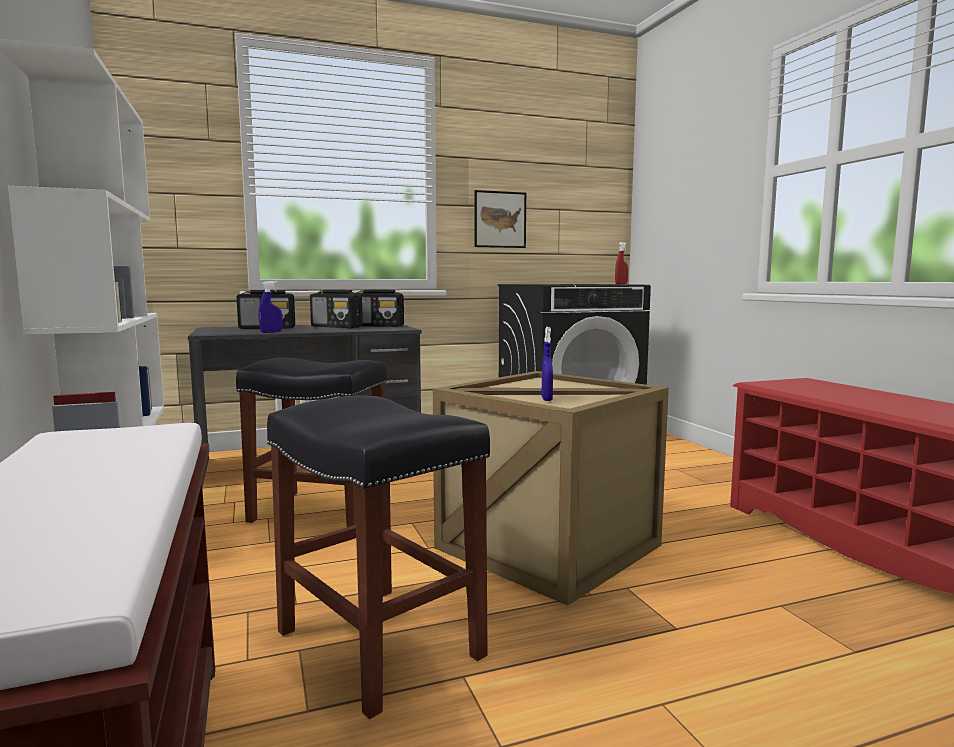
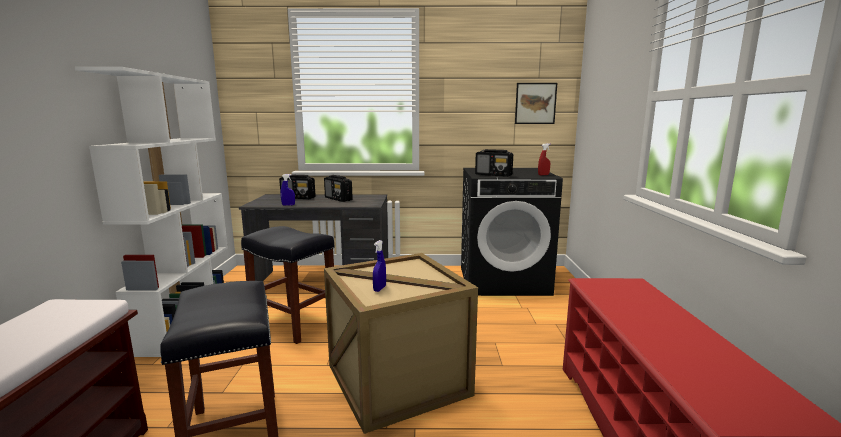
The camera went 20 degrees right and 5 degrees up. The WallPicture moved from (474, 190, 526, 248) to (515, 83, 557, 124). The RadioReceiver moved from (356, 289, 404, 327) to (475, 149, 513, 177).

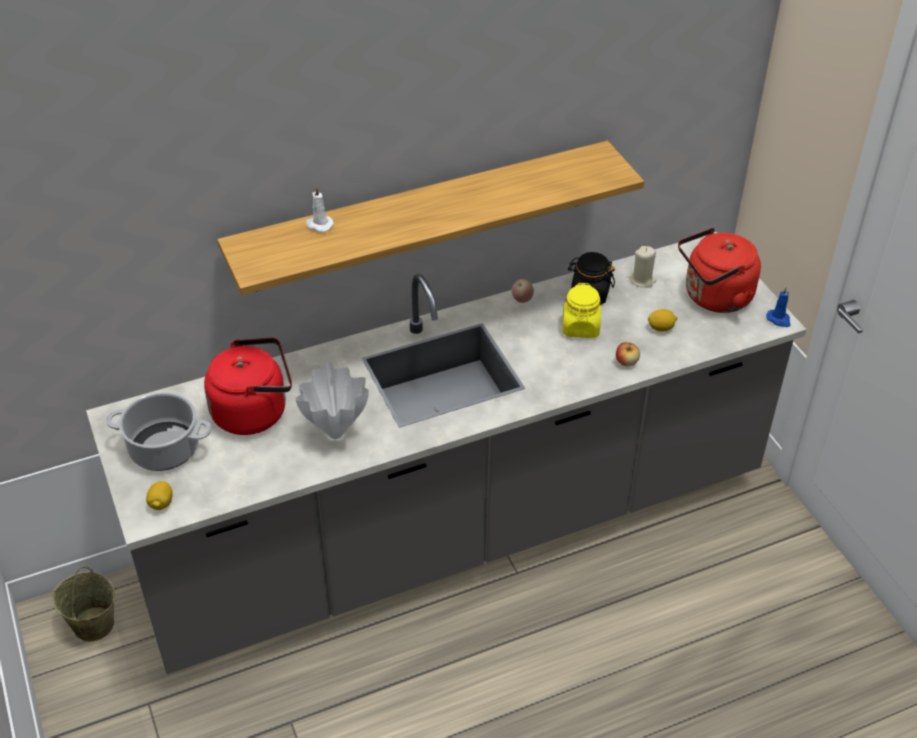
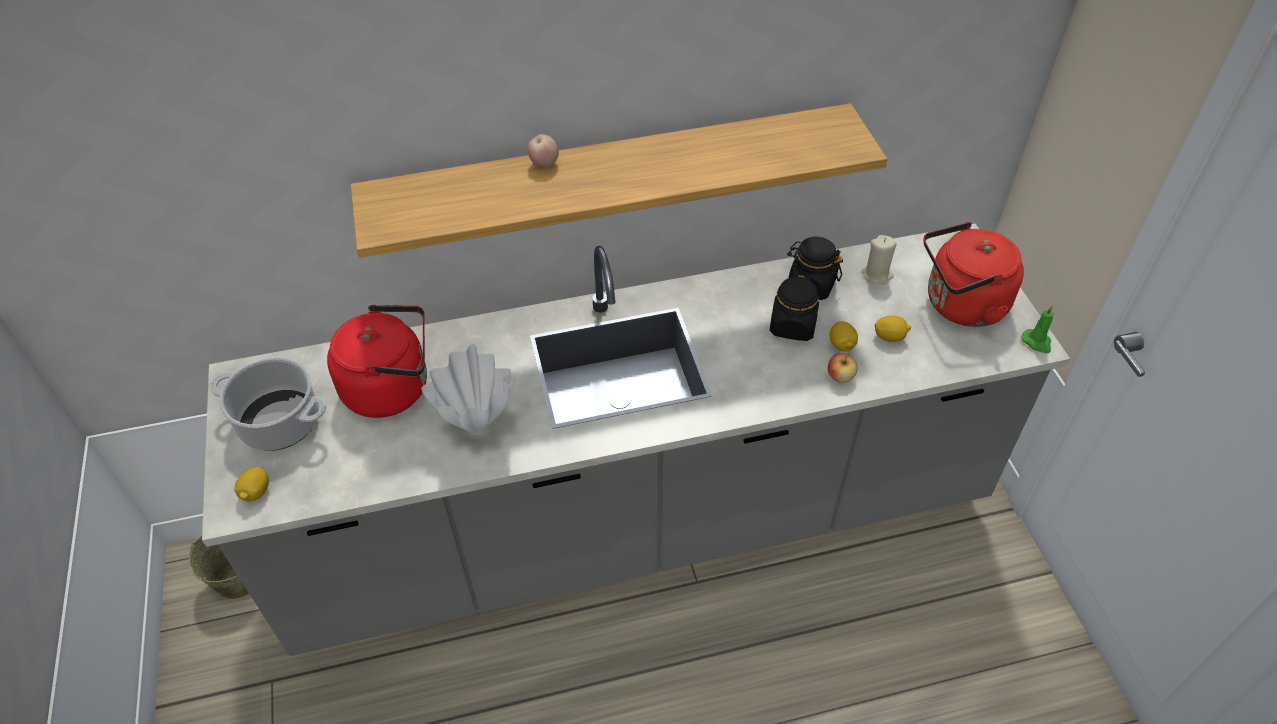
The camera went 10 degrees right and 5 degrees up. The WhitishCandle at (305, 186, 334, 232) disappeared. The WholeApple moved from (512, 279, 534, 303) to (528, 134, 559, 168). The YellowStorageJar at (563, 283, 601, 338) became the BlackColouredStorageJar at (770, 274, 819, 341). The BluishCandle at (766, 287, 790, 327) became the GreenishCandle at (1022, 306, 1054, 353). The WholeLemon at (829, 321, 858, 351) appeared.

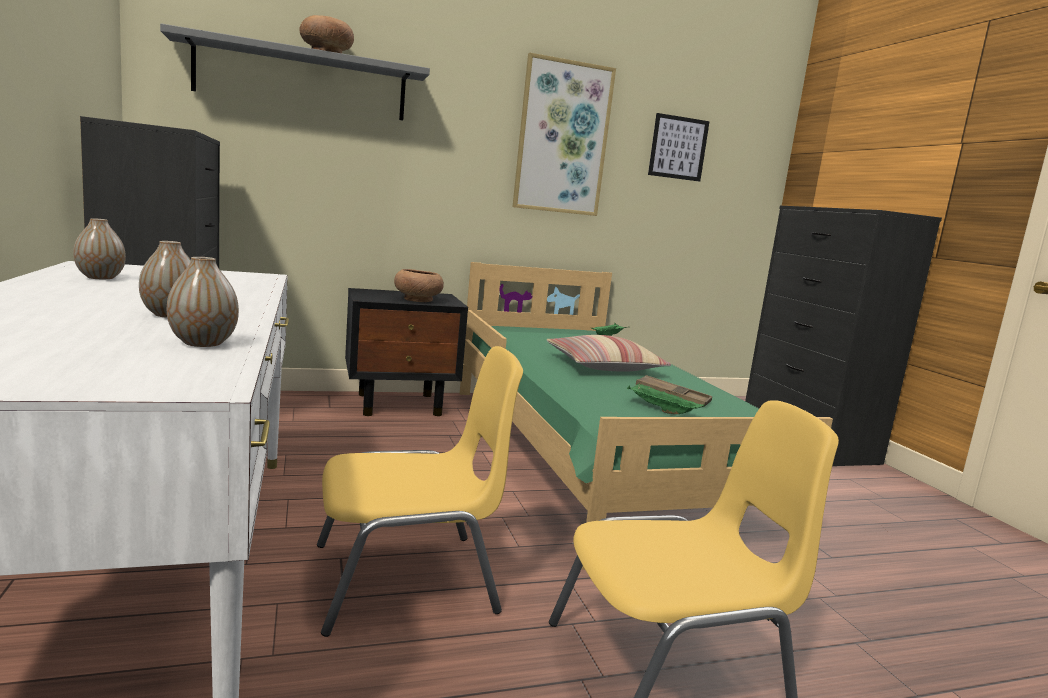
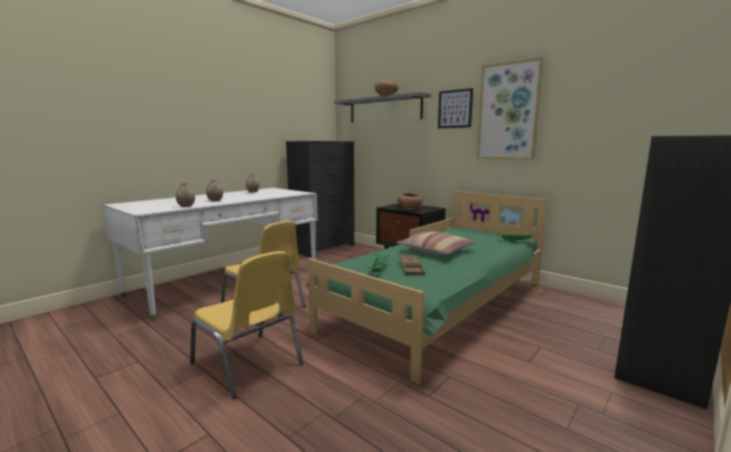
The camera went 60 degrees right and 0 degrees up. The WallPicture moved from (648, 113, 710, 181) to (438, 88, 473, 128).

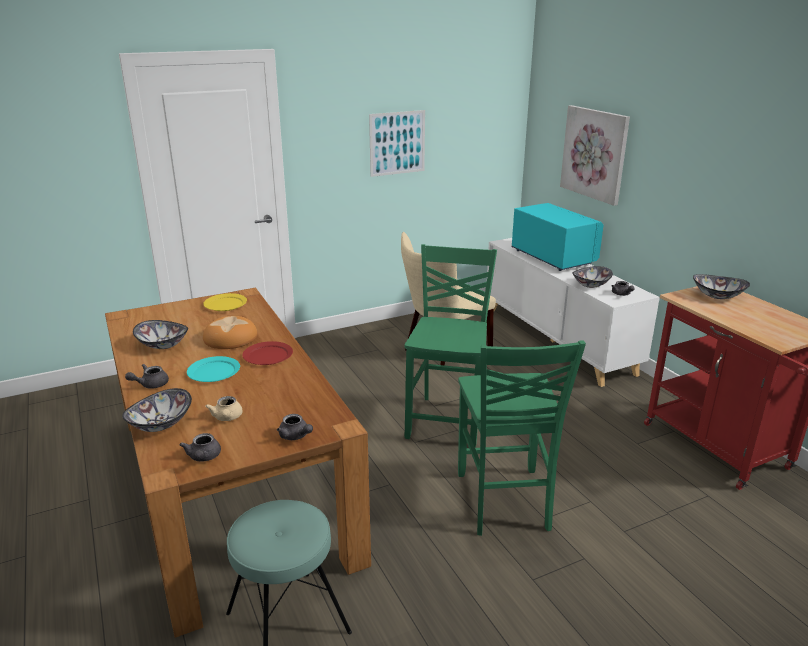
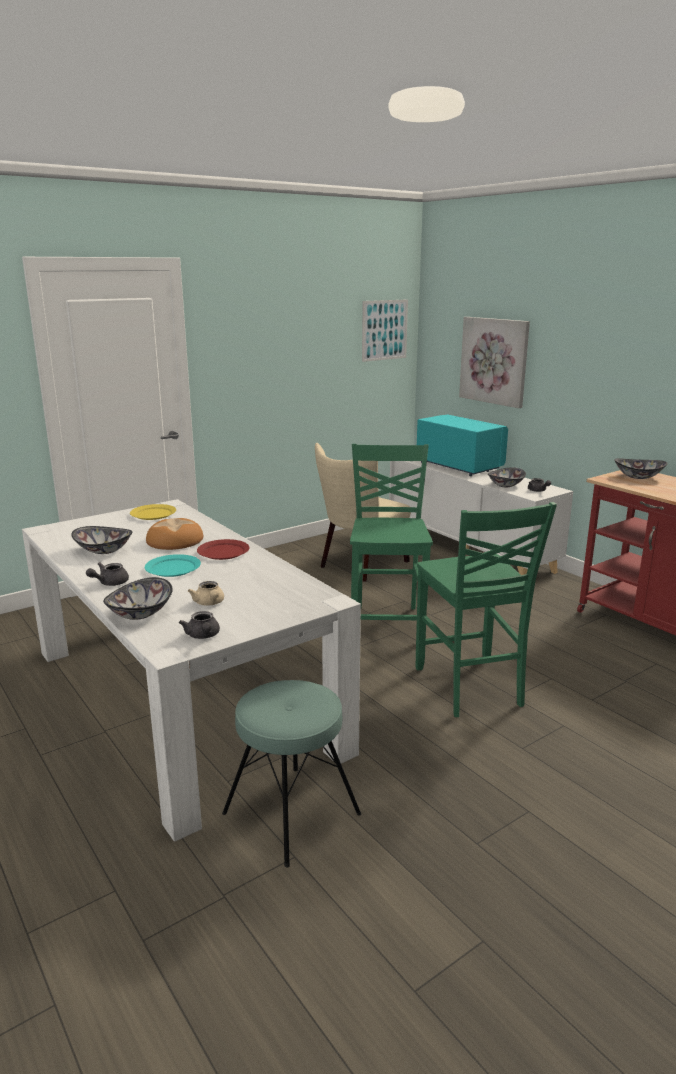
The camera went 10 degrees left and 5 degrees down. The WallPicture moved from (369, 110, 425, 177) to (362, 299, 408, 362). The BrownishKitchenTable at (105, 288, 371, 638) became the WhitishKitchenTable at (22, 499, 361, 842). The GreyishTeapot at (277, 414, 313, 440) disappeared.

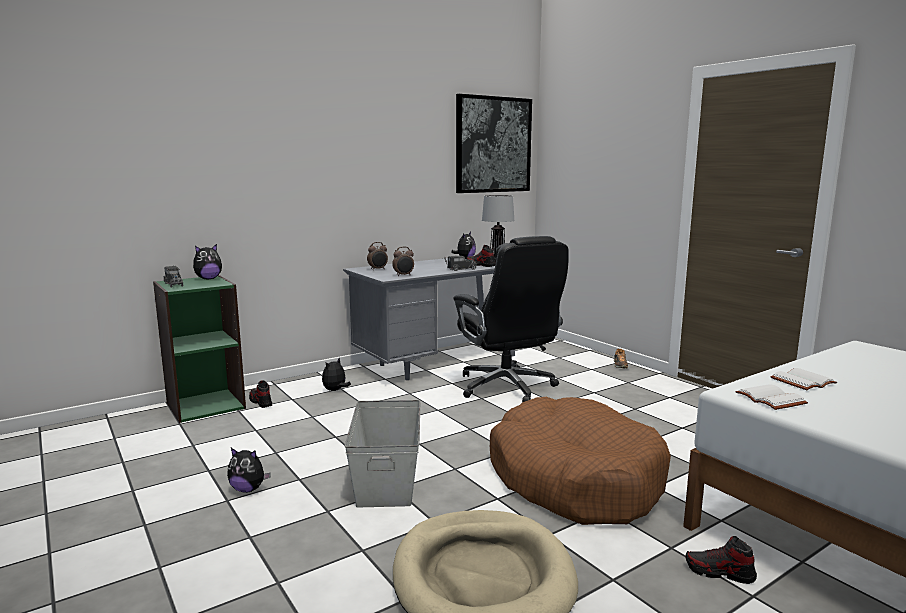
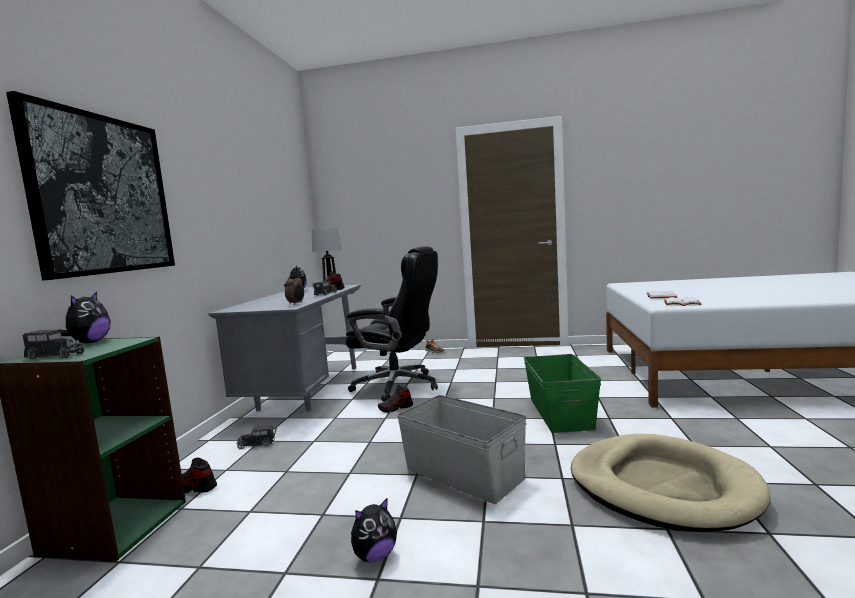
The camera went 45 degrees left and 5 degrees down. The WallPicture moved from (456, 94, 532, 193) to (6, 91, 175, 280). The BedsideClock at (367, 242, 388, 270) disappeared. The PlushToy at (322, 358, 351, 391) was replaced by the ToyTruck at (236, 425, 277, 449). The BrownishDogBed at (490, 397, 671, 525) was replaced by the GreenishStorageBin at (524, 354, 601, 433). The Shoe moved from (686, 536, 757, 584) to (378, 385, 413, 413).

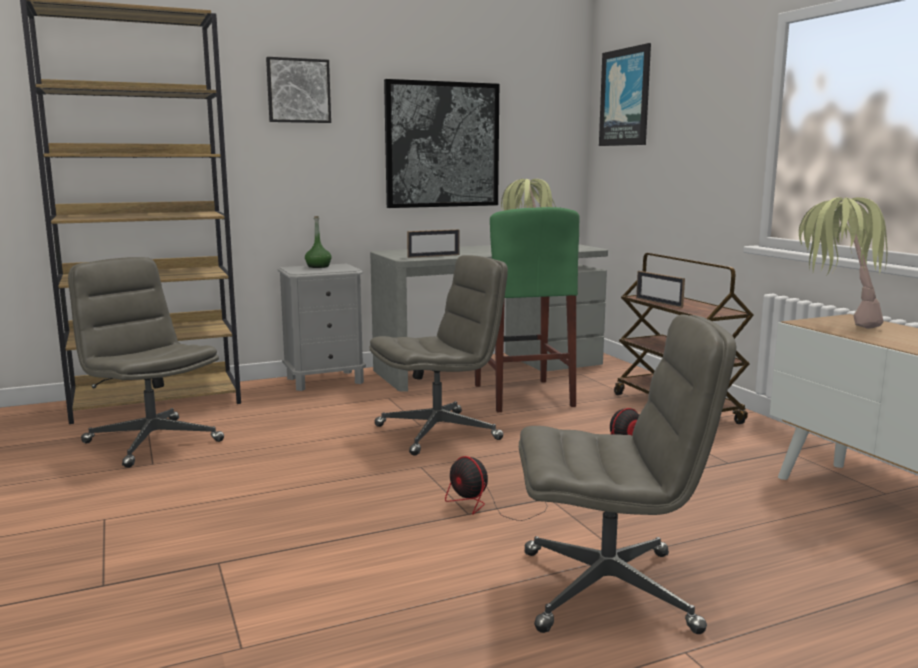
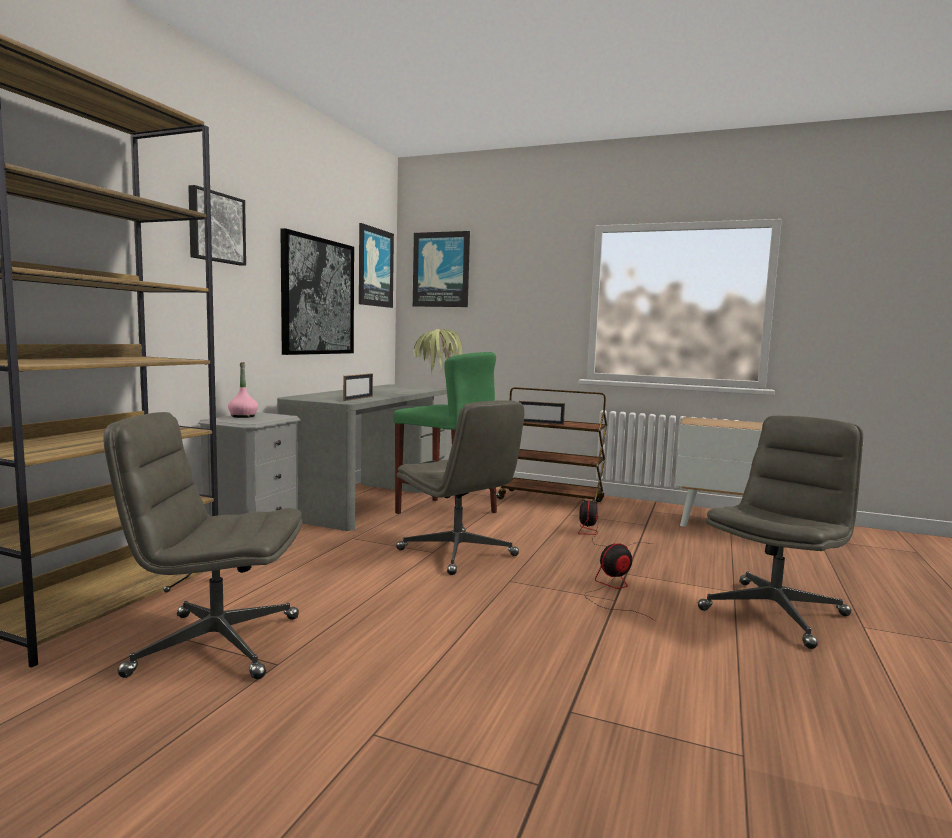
The camera went 45 degrees left and 5 degrees down. The PlantInAPot at (799, 197, 888, 329) disappeared. The GreenishBeverageBottle at (305, 216, 332, 268) became the PinkBeverageBottle at (228, 362, 258, 418). The GreyishDeskChair at (370, 255, 508, 456) turned 120 degrees clockwise. The ElectricFan at (445, 456, 547, 521) turned 150 degrees clockwise. The WallPicture at (359, 223, 394, 308) appeared.

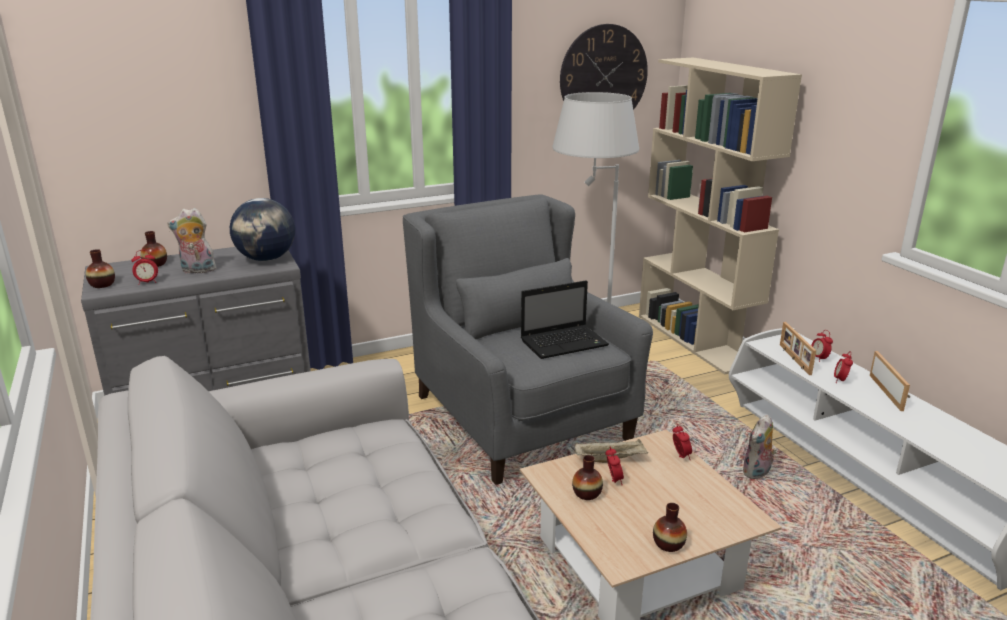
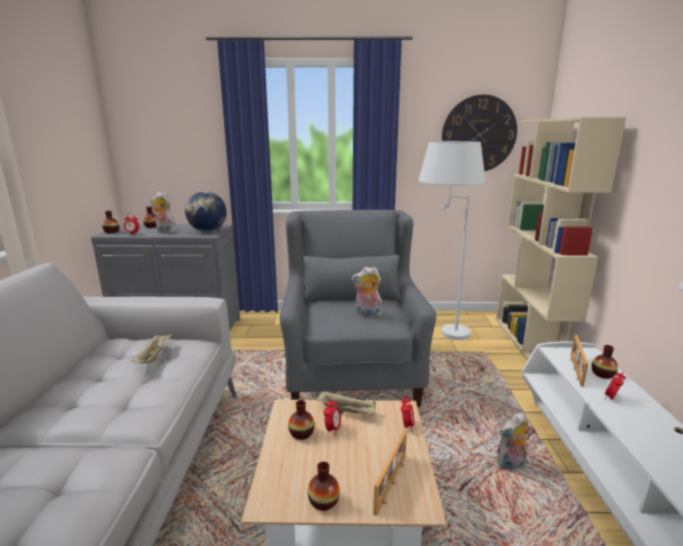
The camera went 25 degrees right and 5 degrees down. The NotebookComputer at (521, 281, 609, 359) was replaced by the PlushToy at (352, 267, 382, 319). The BedsideClock at (811, 330, 833, 362) was replaced by the Vase at (592, 345, 618, 379). The StandingFrame moved from (870, 351, 910, 411) to (373, 429, 407, 516). The BeigeTray at (131, 334, 172, 363) appeared.

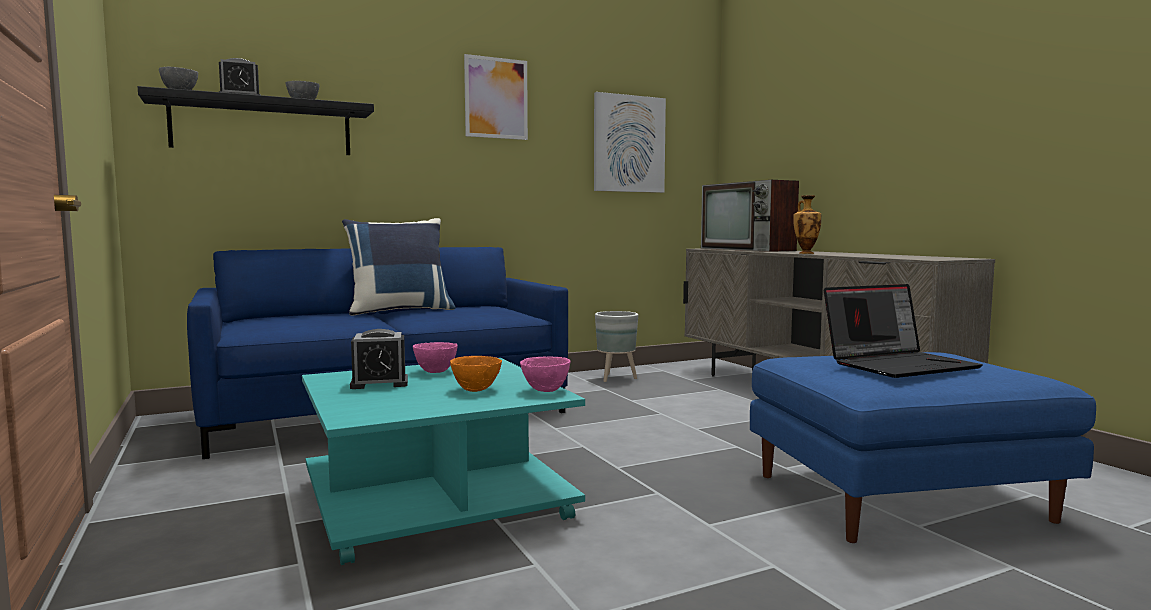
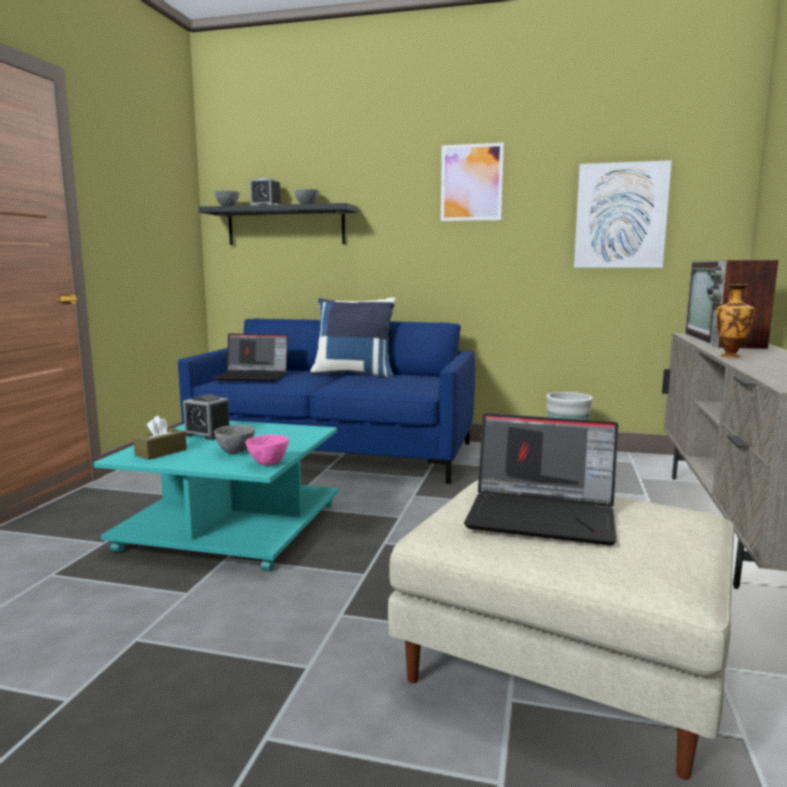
The camera went 40 degrees right and 5 degrees up. The PinkDeepDish at (413, 342, 458, 373) disappeared. The BluishPouffe at (750, 352, 1096, 543) became the BeigePouffe at (388, 479, 734, 780). The OrangeDeepDish at (450, 356, 502, 392) became the GreyishDeepDish at (214, 425, 255, 454). The NotebookComputer at (212, 334, 288, 382) appeared. The BrownishTissueBox at (133, 416, 187, 460) appeared.

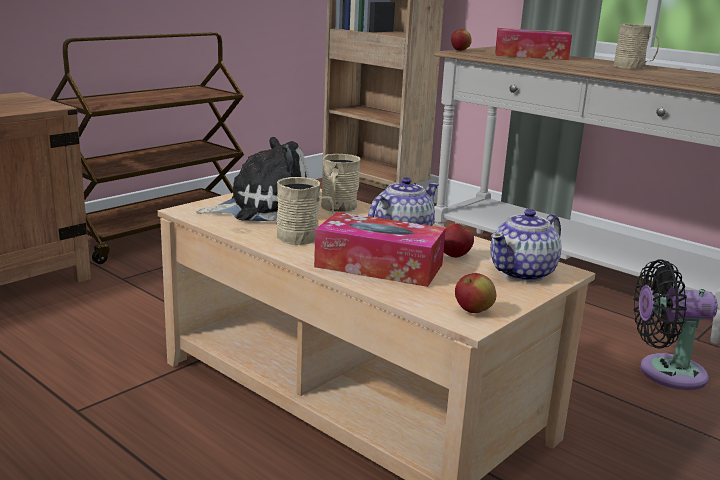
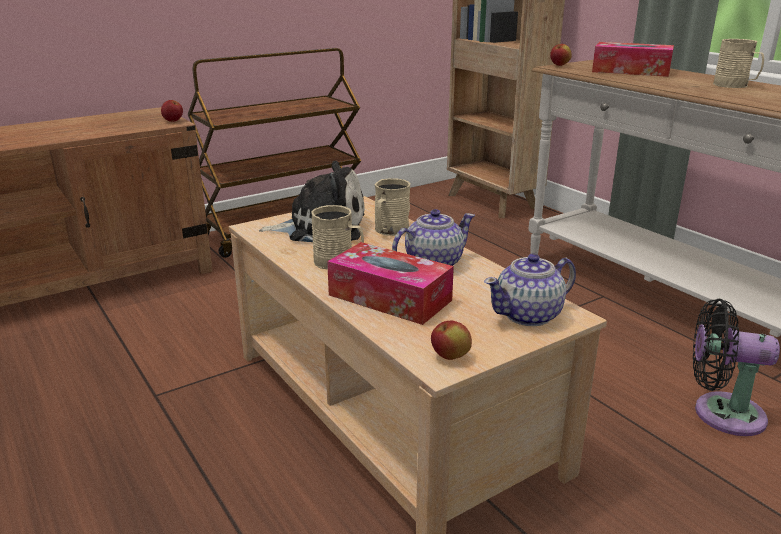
The camera went 15 degrees right and 5 degrees up. The WholeApple moved from (444, 223, 474, 258) to (161, 100, 183, 122).

